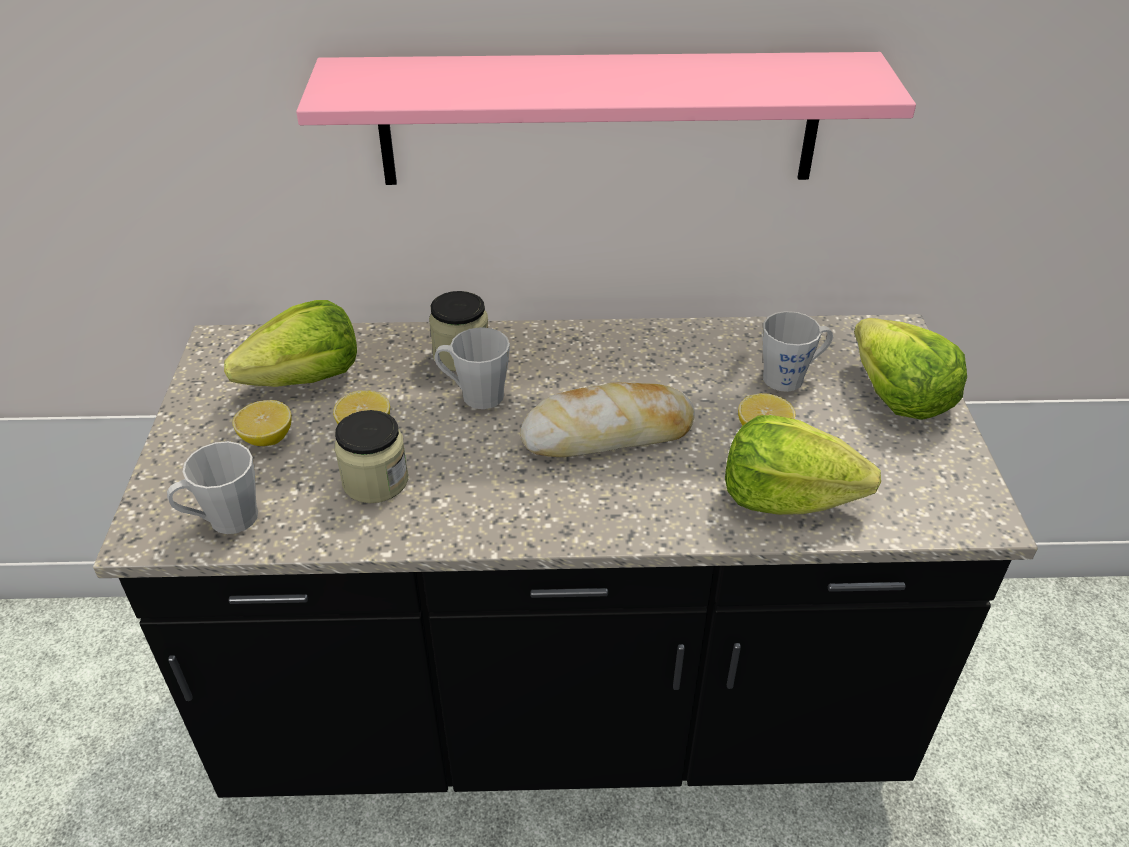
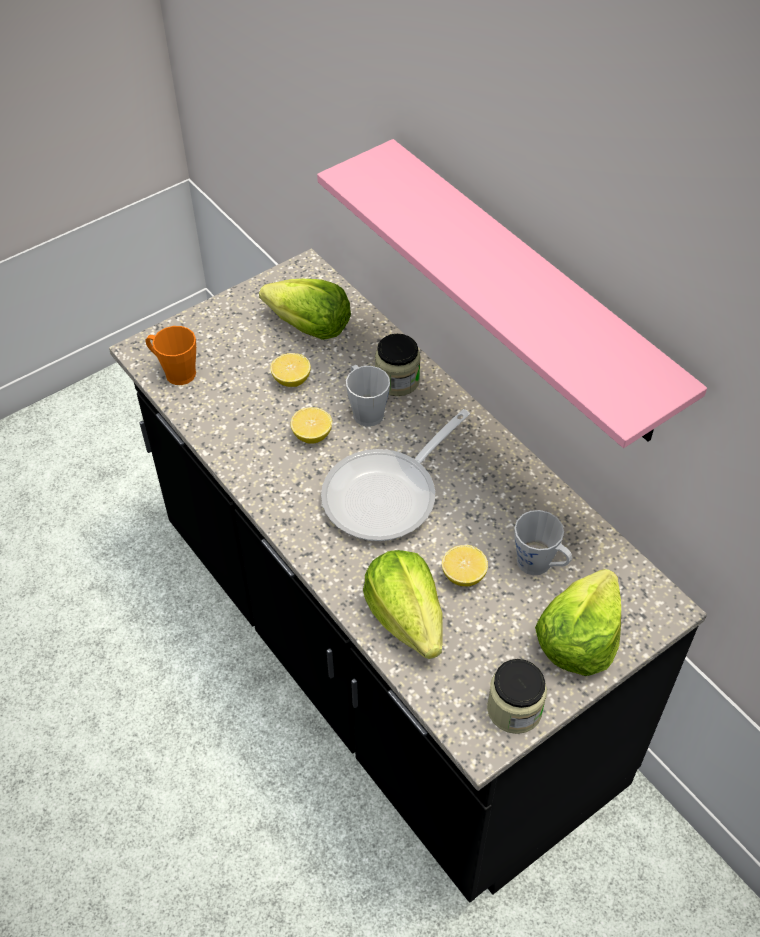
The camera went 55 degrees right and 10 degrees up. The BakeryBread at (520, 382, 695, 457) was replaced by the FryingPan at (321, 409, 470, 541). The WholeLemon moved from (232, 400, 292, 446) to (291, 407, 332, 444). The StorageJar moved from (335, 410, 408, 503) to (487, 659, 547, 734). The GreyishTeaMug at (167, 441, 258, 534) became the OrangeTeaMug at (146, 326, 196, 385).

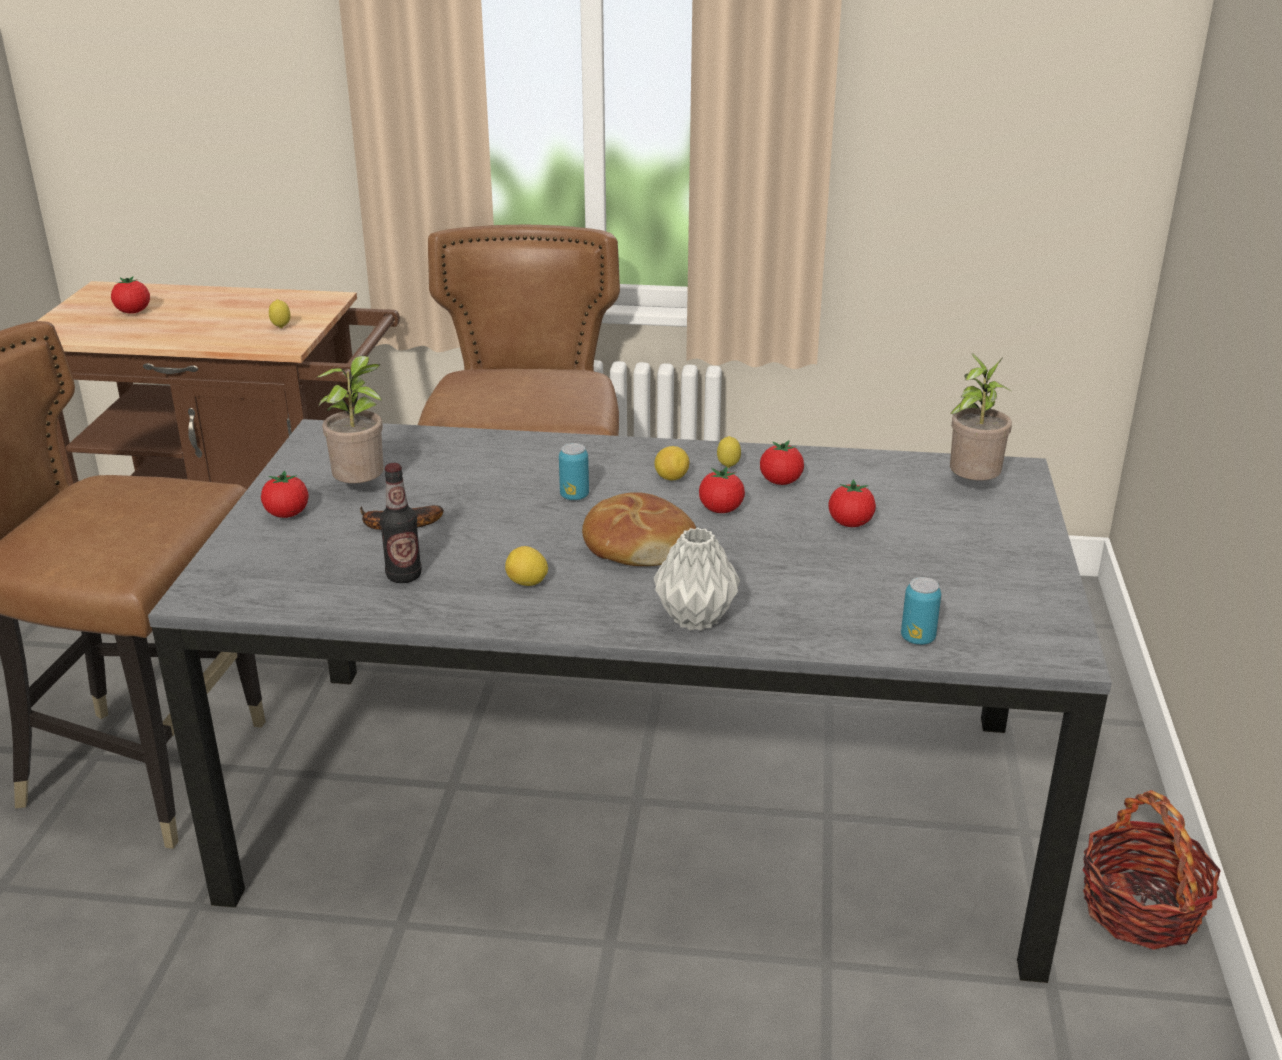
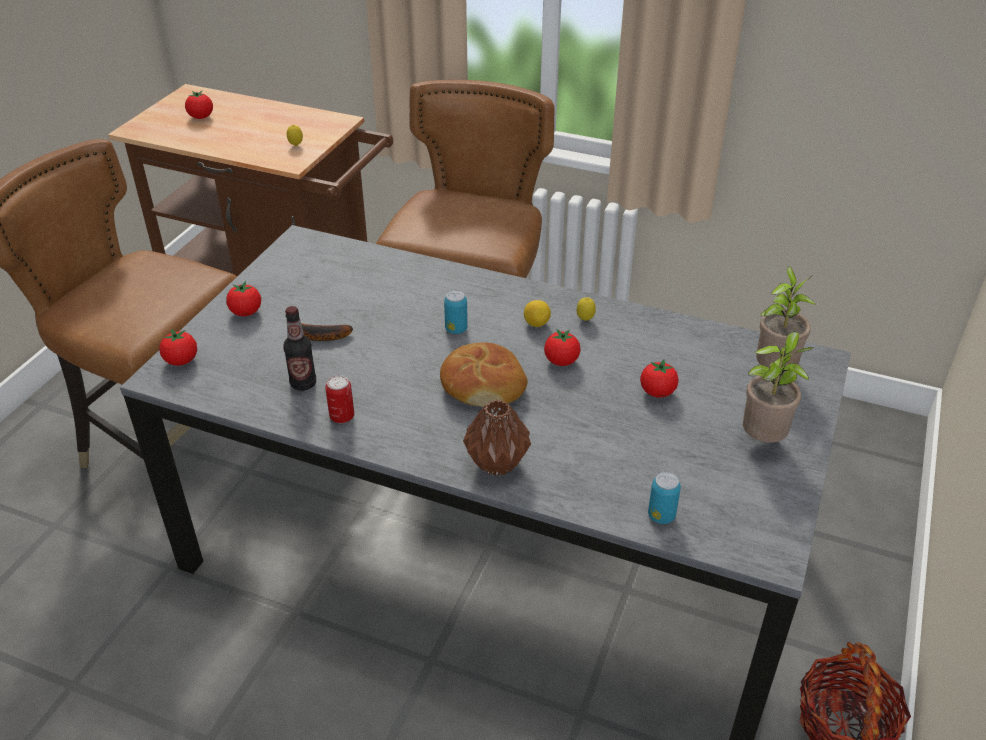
The camera went 15 degrees right and 10 degrees up. The PlantInAPot moved from (317, 355, 384, 483) to (743, 331, 814, 443). The WholeTomato moved from (760, 440, 804, 485) to (159, 329, 197, 366). The GreyishVase at (653, 528, 740, 631) became the BrownishVase at (463, 400, 531, 476). The WholeLemon at (505, 546, 548, 586) disappeared. The Can at (325, 375, 354, 423) appeared.

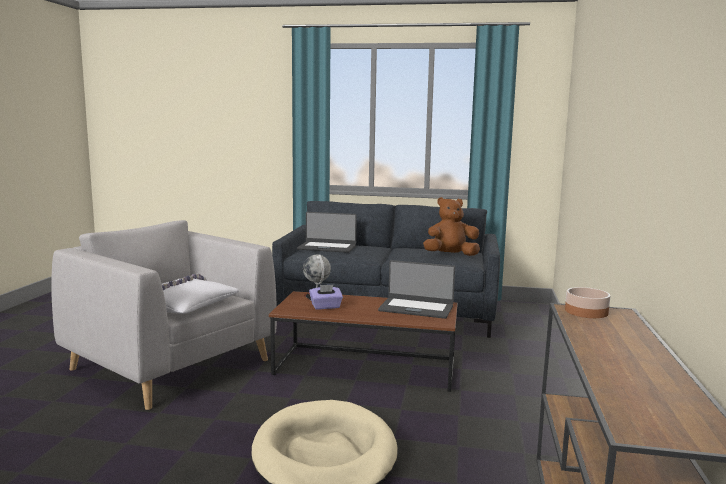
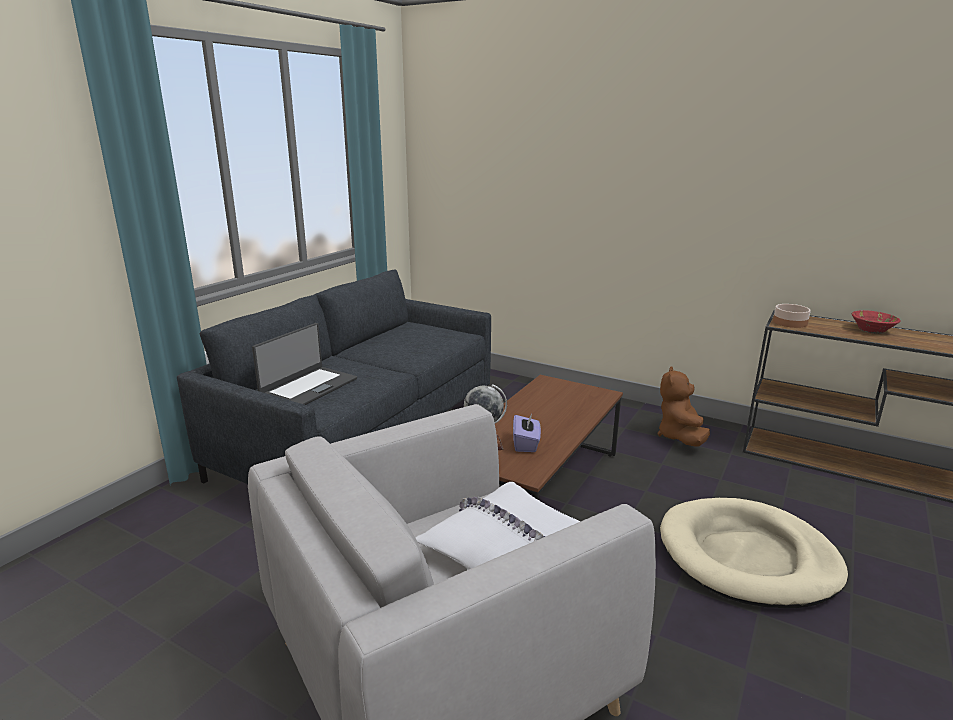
The camera went 70 degrees left and 10 degrees up. The BrownishPlushToy moved from (423, 197, 480, 256) to (658, 367, 710, 447). The NotebookComputer at (378, 260, 455, 319) disappeared. The RedColouredDeepDish at (852, 310, 901, 334) appeared.

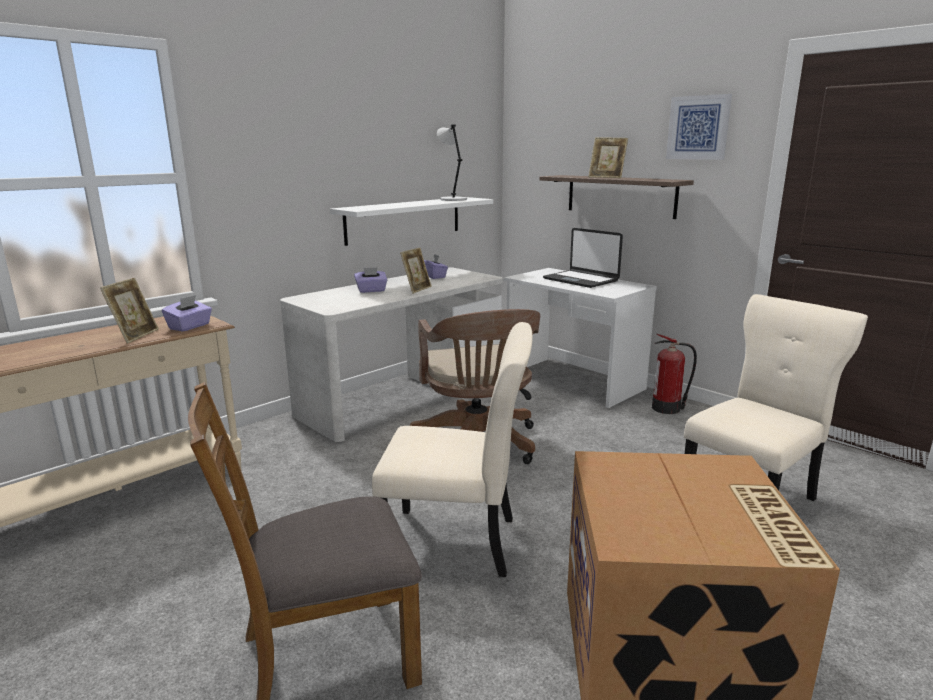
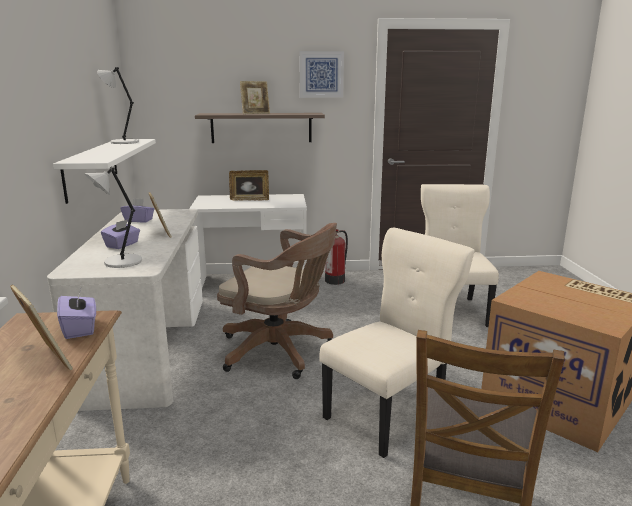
The camera went 50 degrees left and 0 degrees up. The NotebookComputer at (543, 228, 623, 288) was replaced by the StandingFrame at (229, 170, 269, 201). The GreyishTabletopLamp at (84, 167, 142, 268) appeared.

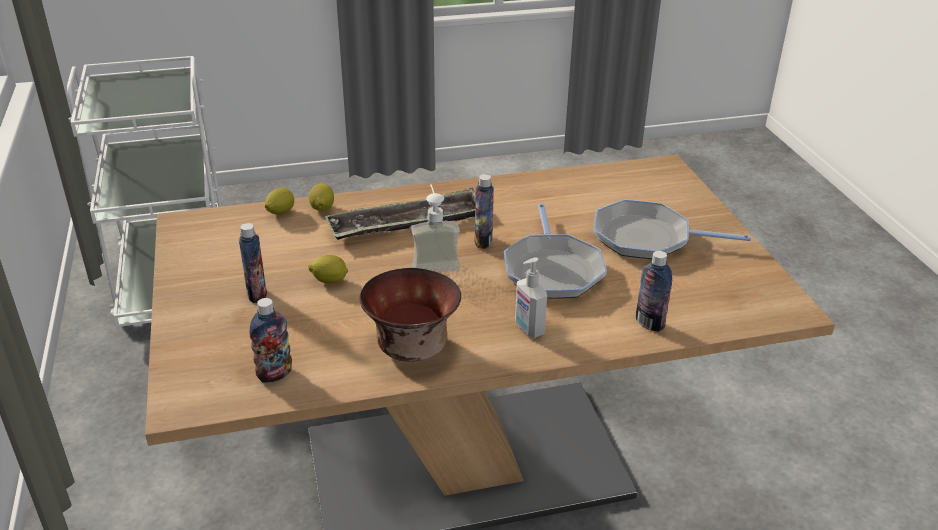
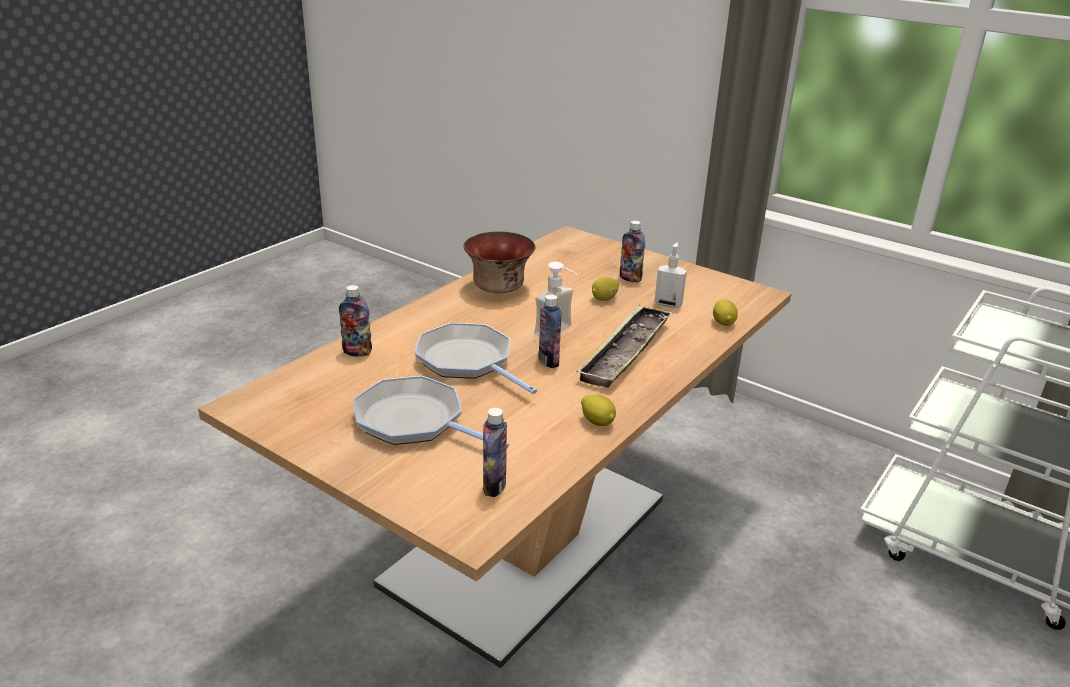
The camera went 140 degrees right and 5 degrees down. The WholeLemon moved from (308, 183, 334, 211) to (581, 395, 616, 426). The FryingPan at (593, 199, 751, 259) turned 120 degrees counterclockwise. The SoapDispenser moved from (515, 257, 547, 338) to (654, 243, 687, 308). The BeverageBottle moved from (249, 298, 292, 383) to (483, 408, 507, 497).

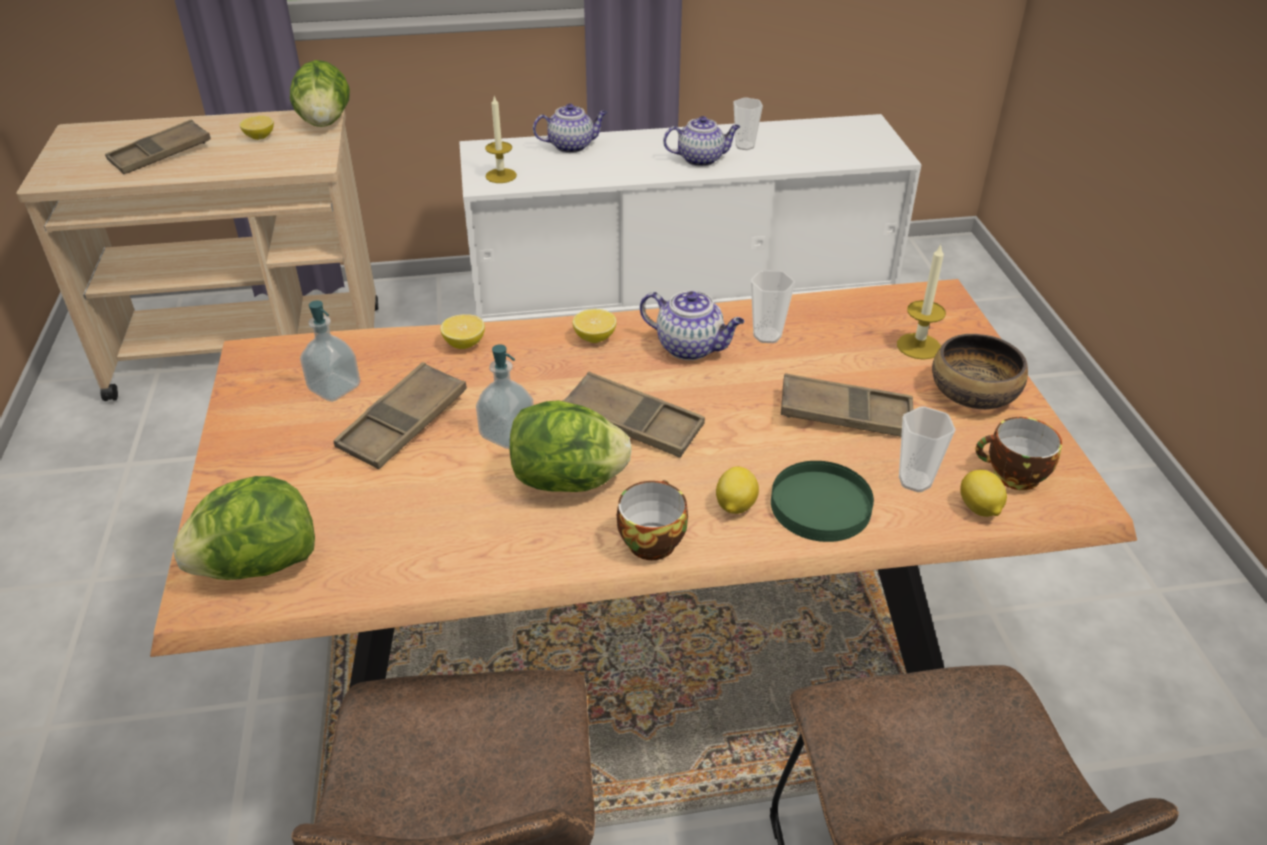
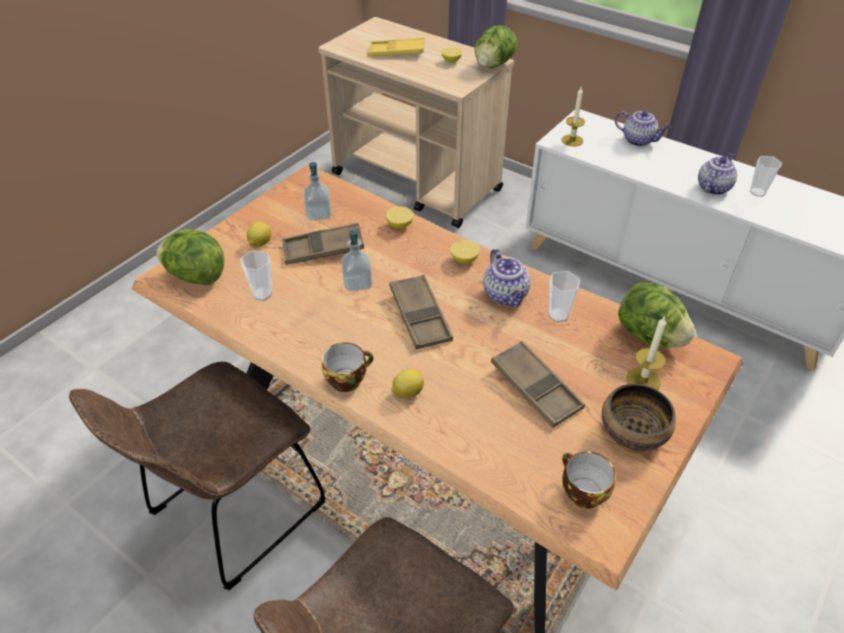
The camera went 45 degrees right and 5 degrees up. The Teapot at (663, 116, 740, 166) turned 90 degrees counterclockwise. The BrownishTray at (105, 119, 211, 174) became the YellowTray at (368, 38, 425, 56). The Lettuce moved from (510, 400, 632, 492) to (618, 282, 696, 348). The SmallCup moved from (899, 406, 956, 492) to (240, 250, 272, 301). The GreenishPlate at (771, 461, 874, 542) disappeared. The WholeLemon moved from (960, 470, 1007, 517) to (247, 222, 271, 247).

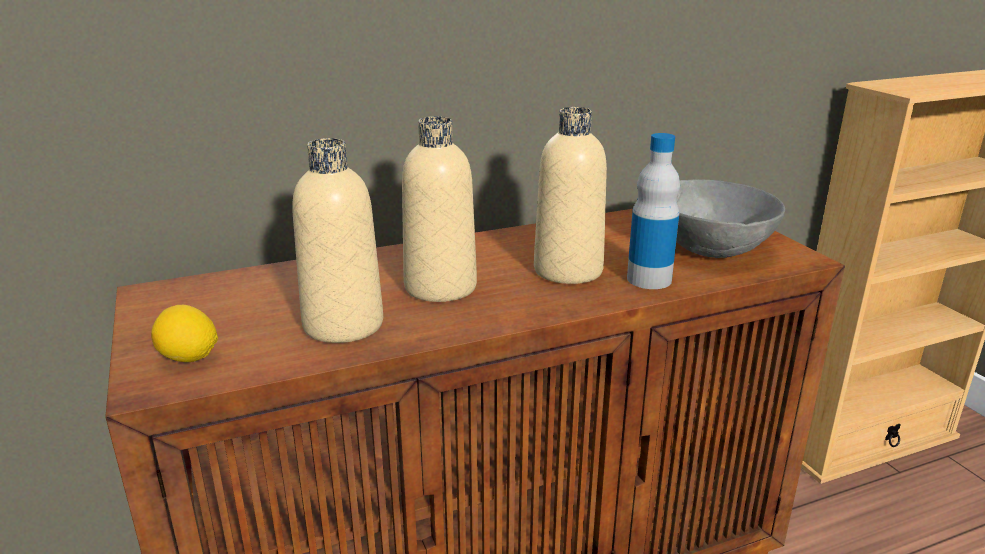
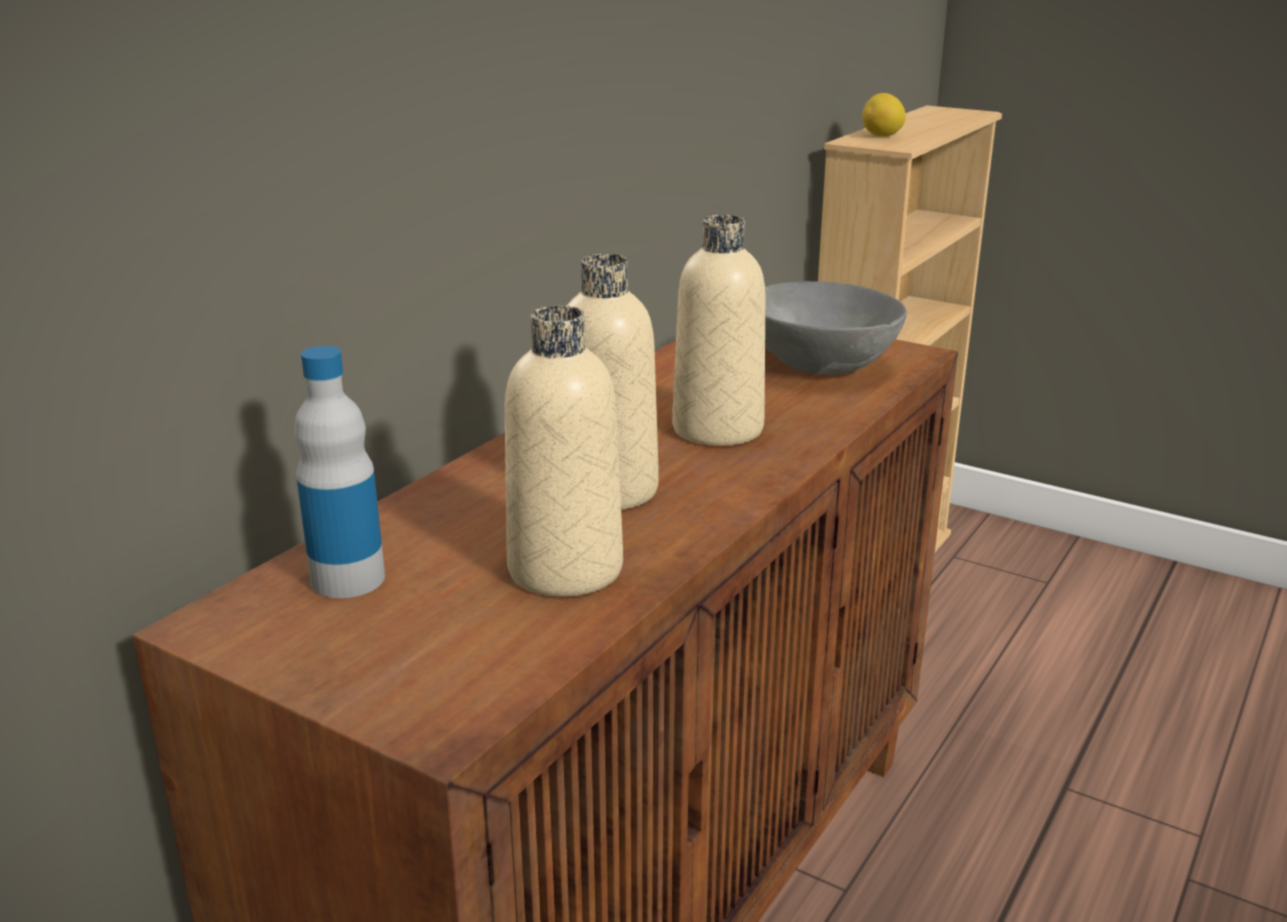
The camera went 35 degrees left and 0 degrees up. The BeverageBottle moved from (627, 133, 680, 289) to (294, 346, 385, 598). The WholeLemon moved from (151, 305, 218, 362) to (862, 93, 906, 137).

